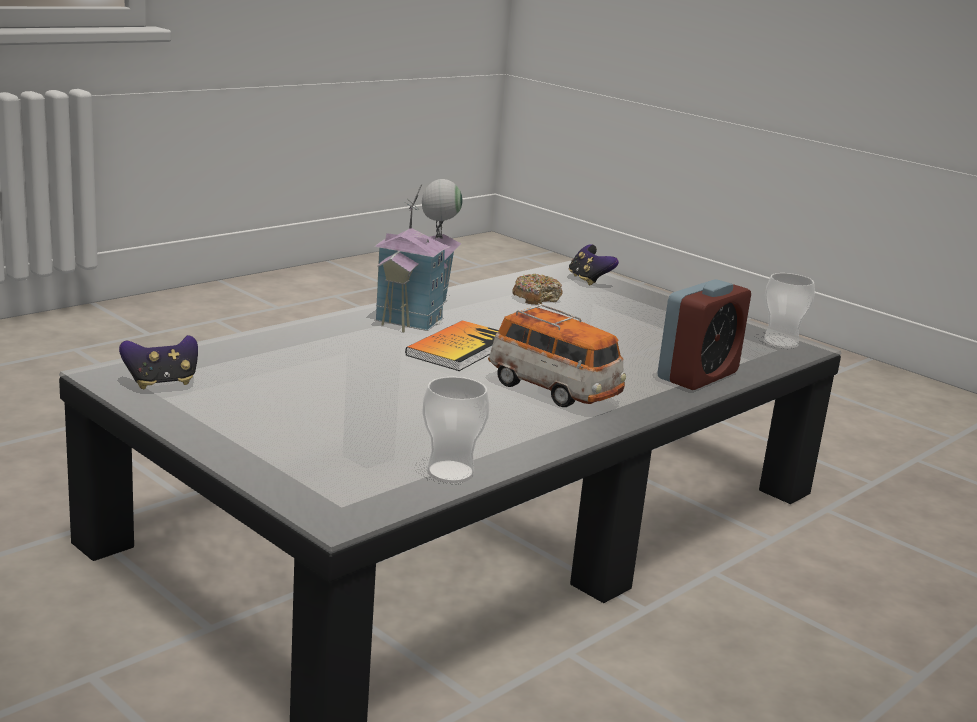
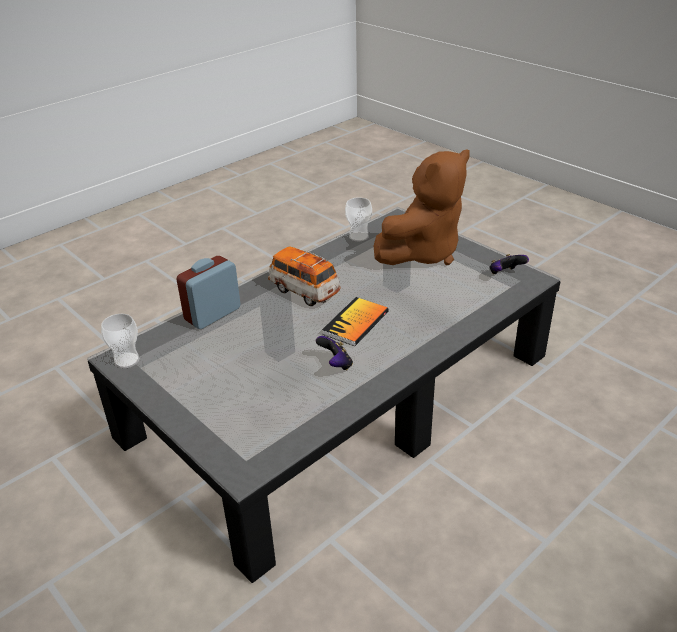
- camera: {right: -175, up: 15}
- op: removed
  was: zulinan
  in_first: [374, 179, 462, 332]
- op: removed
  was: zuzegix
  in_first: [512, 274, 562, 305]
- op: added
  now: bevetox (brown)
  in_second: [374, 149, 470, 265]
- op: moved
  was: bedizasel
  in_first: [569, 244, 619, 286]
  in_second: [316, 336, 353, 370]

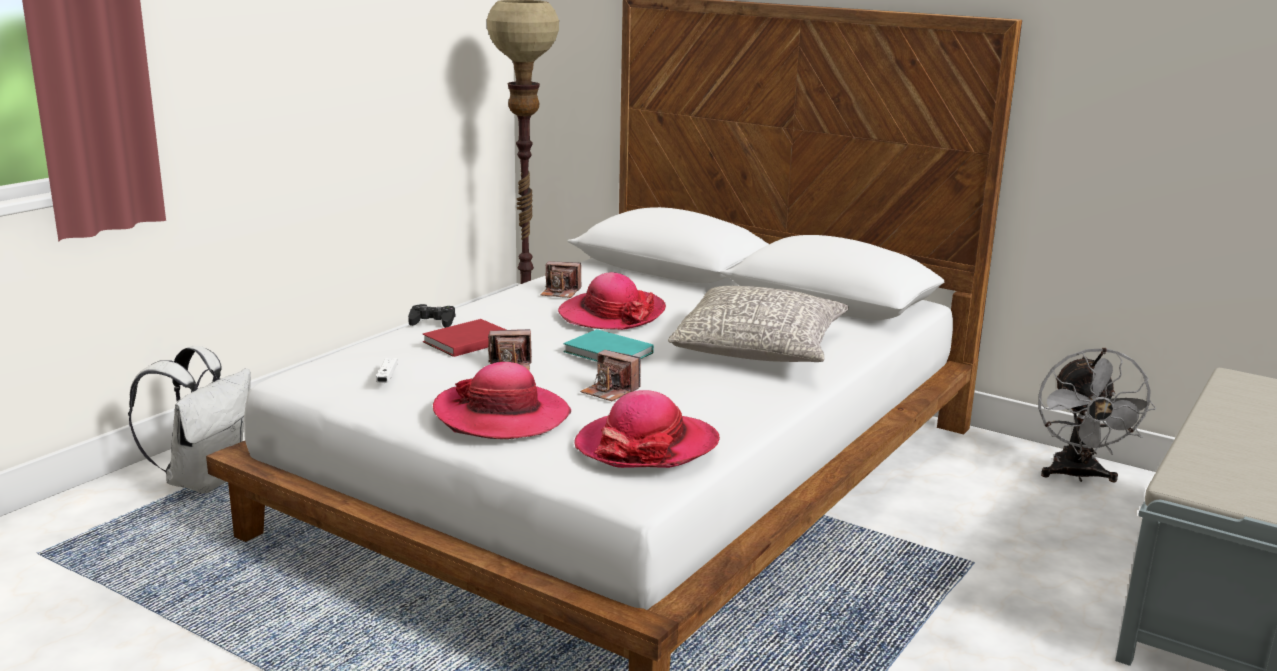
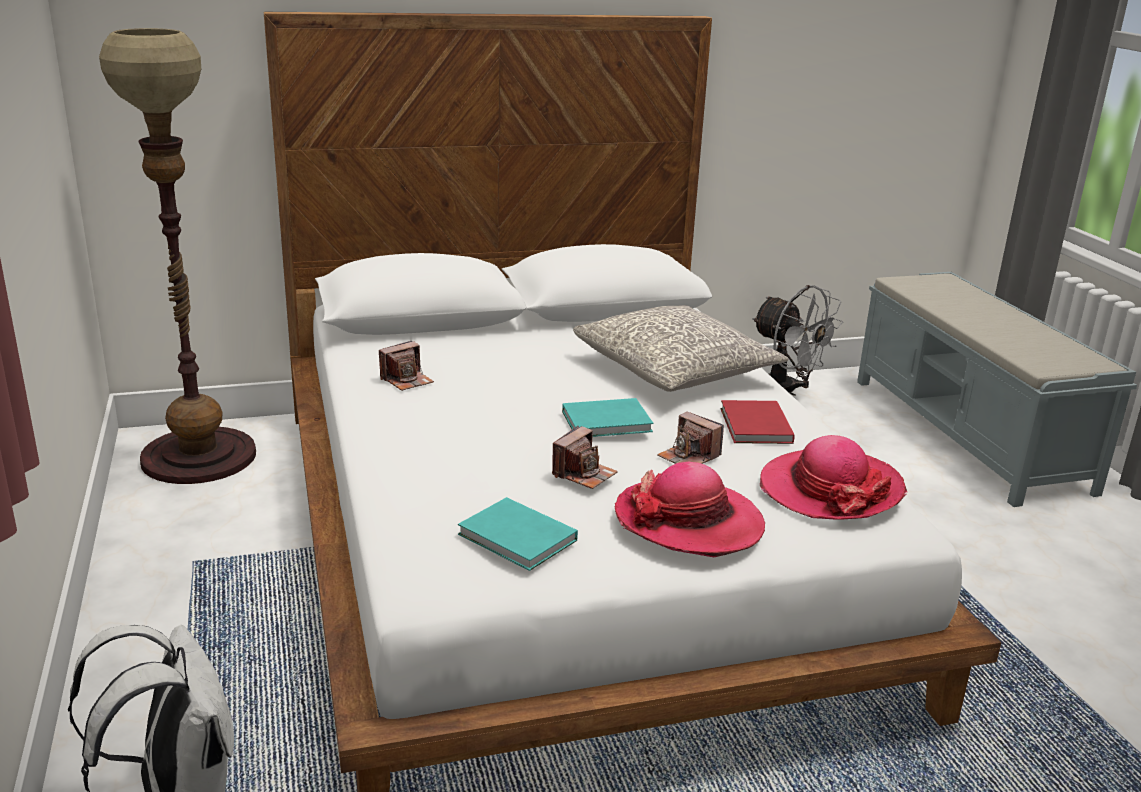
- camera: {right: -50, up: 5}
- op: removed
  was: bedizasel (black)
  in_first: [408, 304, 455, 328]
- op: removed
  was: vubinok
  in_first: [558, 272, 666, 330]
- op: moved
  was: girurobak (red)
  in_first: [423, 319, 506, 357]
  in_second: [720, 400, 795, 444]
- op: replaced
  was: bedizasel (white)
  now: girurobak (turquoise)
  in_first: [376, 358, 397, 383]
  in_second: [458, 497, 578, 571]
- op: turned
  was: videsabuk
  in_first: [580, 350, 641, 401]
  in_second: [657, 412, 724, 464]
  clockwise: 60

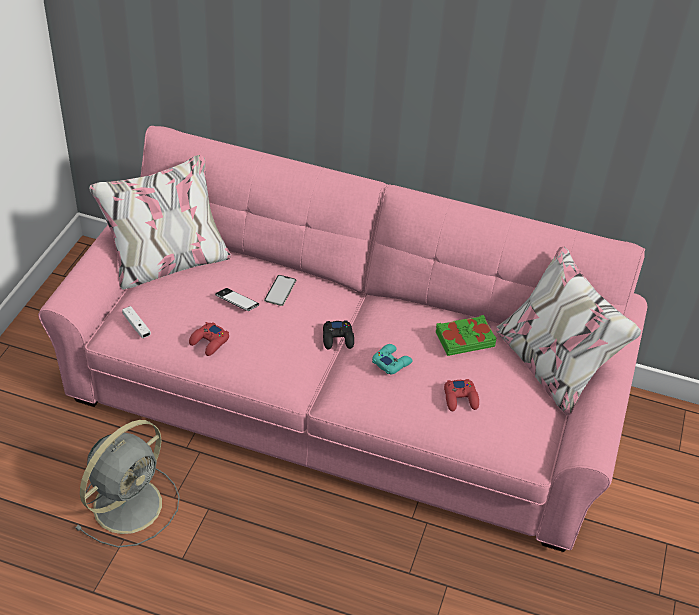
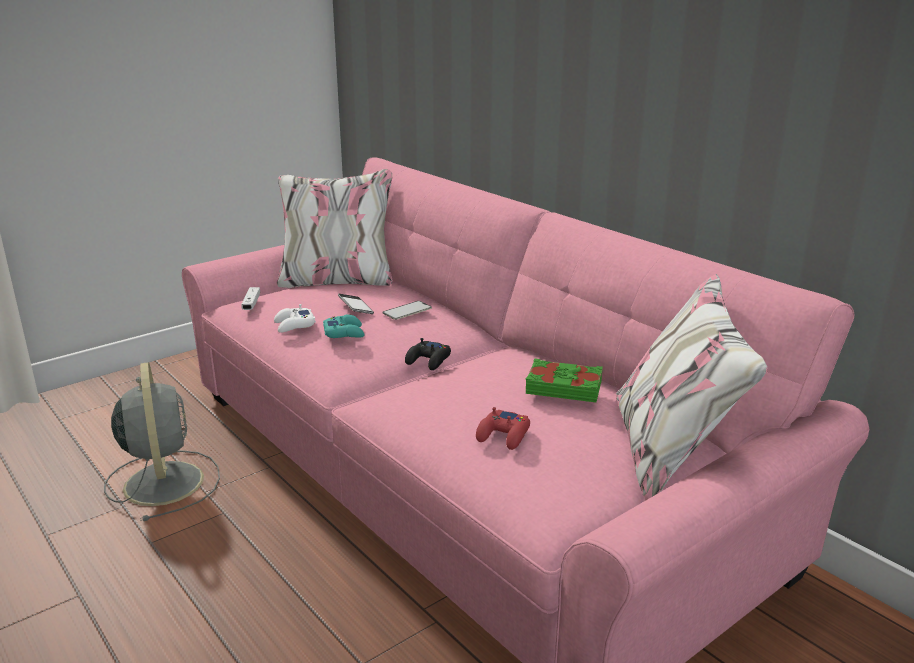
- camera: {right: 35, up: -20}
- op: moved
  was: bedizasel (turquoise)
  in_first: [372, 344, 412, 375]
  in_second: [323, 315, 364, 338]
- op: recoloured
  was: bedizasel (red)
  now: bedizasel (white)
  in_first: [189, 322, 229, 356]
  in_second: [274, 304, 316, 333]
- op: turned
  was: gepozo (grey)
  in_first: [75, 420, 180, 548]
  in_second: [104, 362, 220, 521]
  clockwise: -90

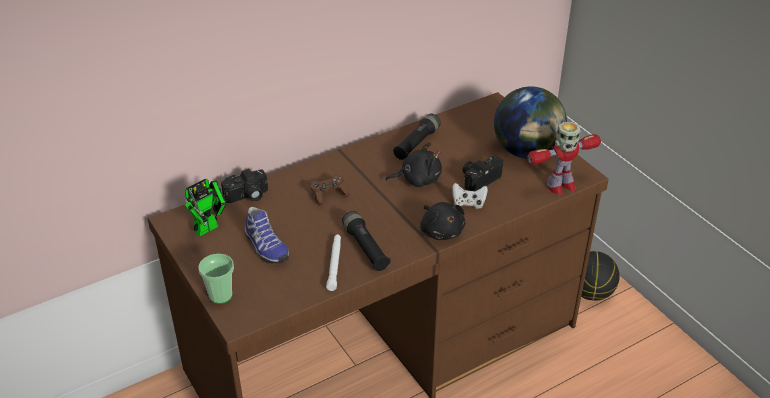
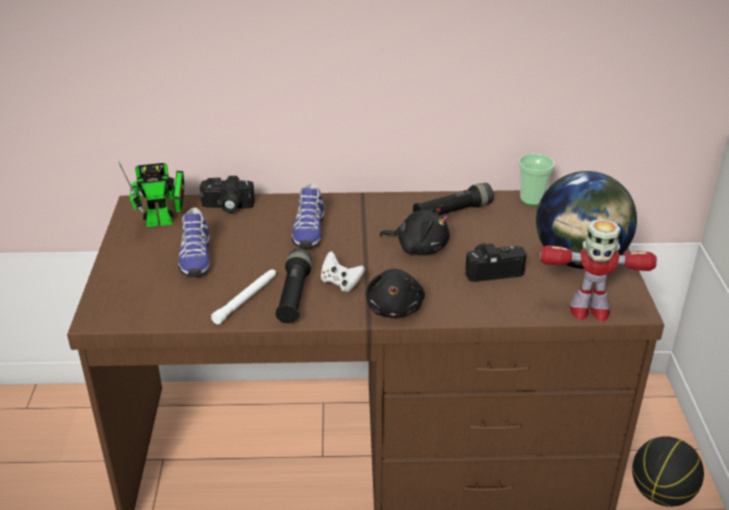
- camera: {right: 30, up: -5}
- op: moved
  was: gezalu
  in_first: [198, 254, 234, 304]
  in_second: [518, 154, 555, 206]
- op: moved
  was: bedizasel (white)
  in_first: [452, 183, 488, 209]
  in_second: [321, 251, 365, 292]
- op: replaced
  was: bedizasel (brown)
  now: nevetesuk
  in_first: [310, 174, 350, 206]
  in_second: [292, 183, 324, 249]

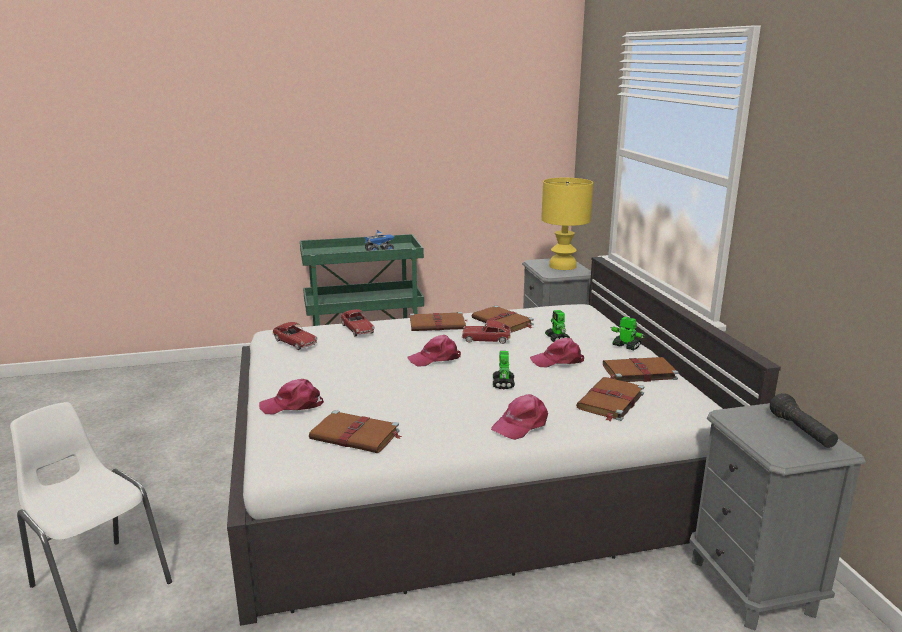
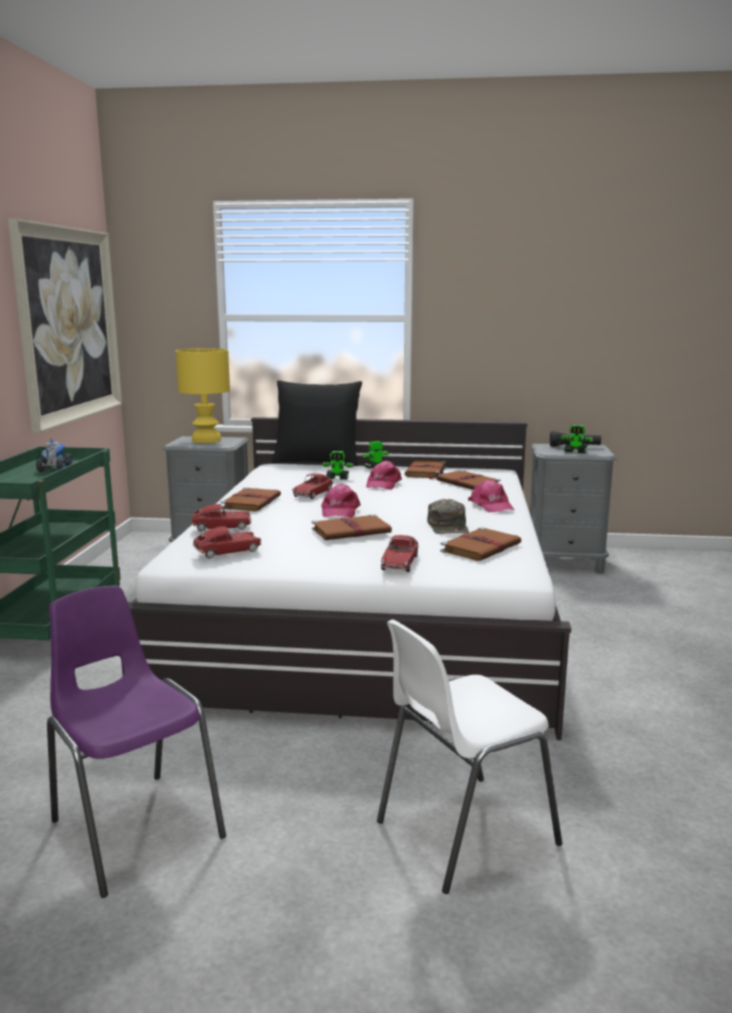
- camera: {right: -70, up: -5}
- op: added
  now: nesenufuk
  in_second: [8, 219, 122, 433]
- op: added
  now: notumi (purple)
  in_second: [47, 585, 226, 898]
- op: added
  now: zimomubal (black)
  in_second: [272, 380, 362, 466]
- op: added
  now: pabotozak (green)
  in_second: [427, 499, 469, 534]
- op: moved
  was: girurobak (brown)
  in_first: [472, 305, 534, 332]
  in_second: [312, 514, 392, 540]
- op: moved
  was: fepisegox
  in_first: [493, 351, 515, 389]
  in_second: [560, 425, 594, 453]
- op: replaced
  was: pabotozak (pink)
  now: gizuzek
  in_first: [259, 379, 324, 415]
  in_second: [381, 535, 419, 572]

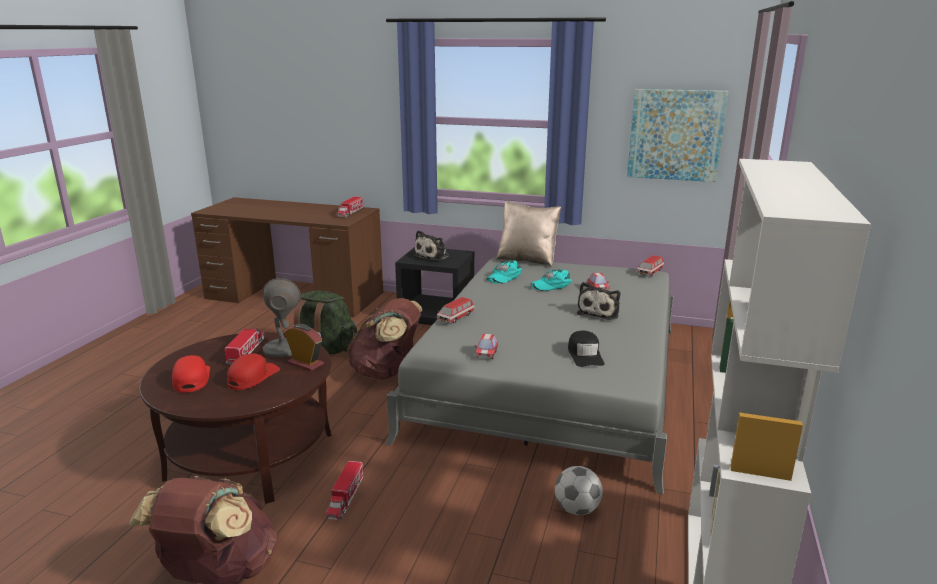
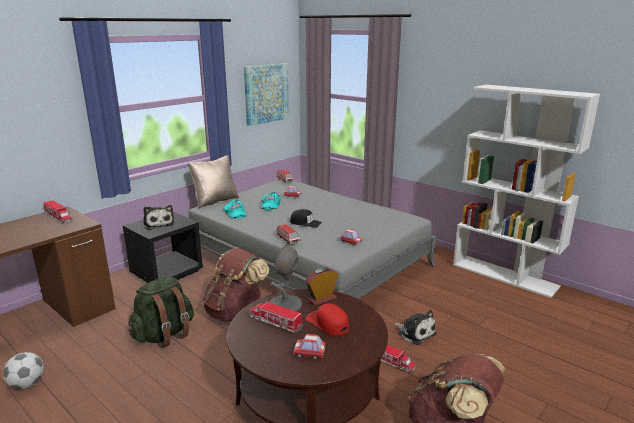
- camera: {right: -65, up: 0}
- op: moved
  was: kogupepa
  in_first: [555, 466, 603, 515]
  in_second: [3, 352, 44, 389]
- op: moved
  was: pabotozak (black)
  in_first: [568, 330, 605, 367]
  in_second: [290, 209, 322, 228]
- op: moved
  was: bevetox
  in_first: [577, 282, 620, 320]
  in_second: [394, 310, 436, 345]
- op: replaced
  was: pabotozak (red)
  now: gizuzek
  in_first: [172, 355, 210, 393]
  in_second: [293, 334, 326, 360]

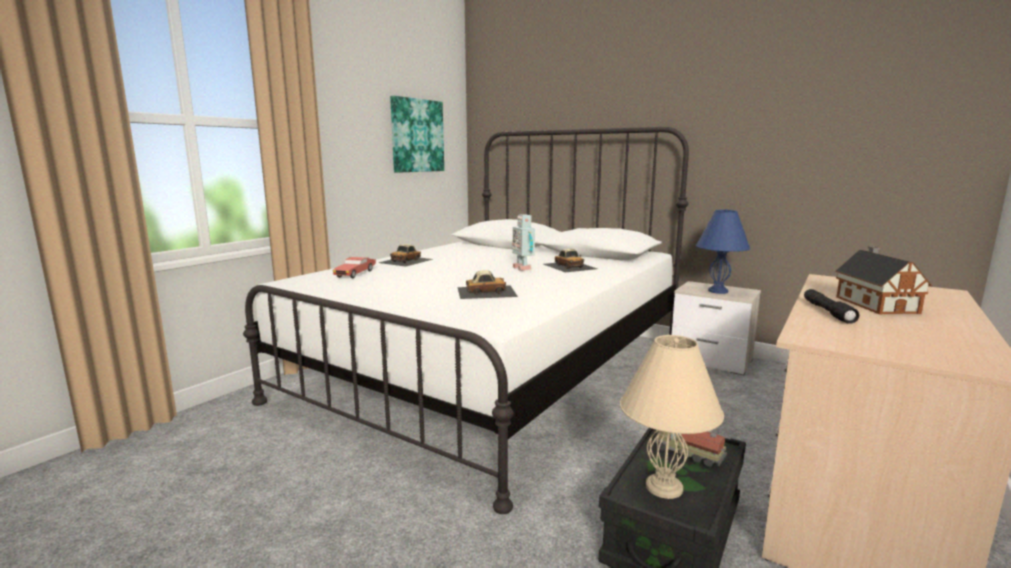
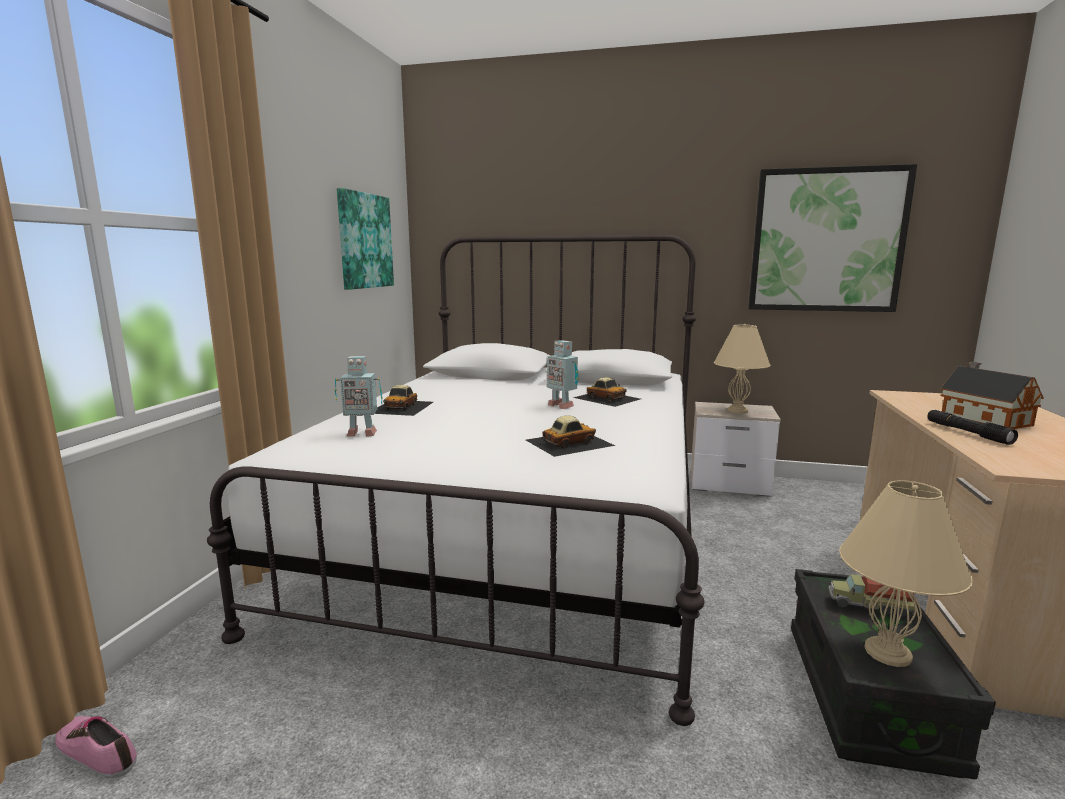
- camera: {right: -20, up: 0}
- op: added
  now: nevetesuk
  in_second: [55, 716, 137, 779]
- op: added
  now: nesenufuk
  in_second: [748, 164, 917, 312]
- op: replaced
  was: gizuzek (red)
  now: fepisegox
  in_first: [333, 257, 376, 278]
  in_second: [335, 356, 382, 437]
- op: recoloured
  was: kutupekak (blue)
  now: kutupekak (beige)
  in_first: [696, 209, 750, 294]
  in_second: [714, 324, 771, 414]

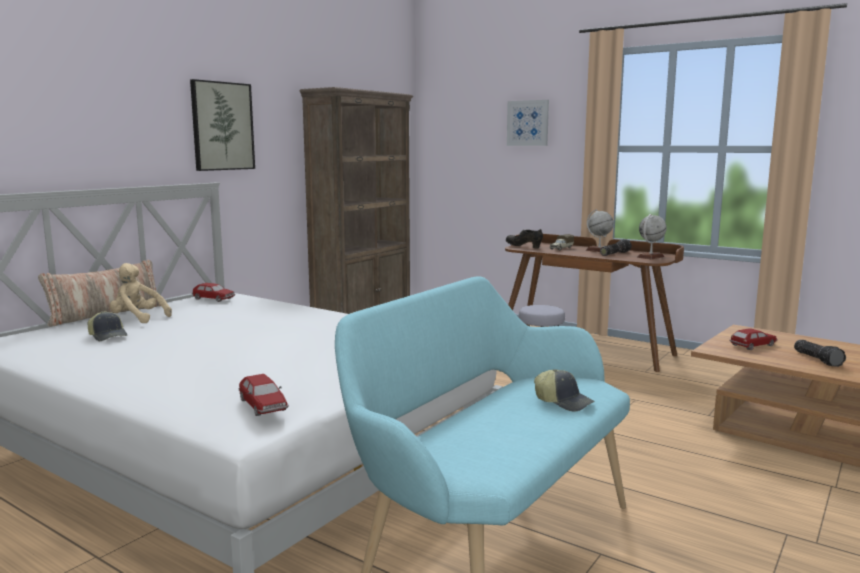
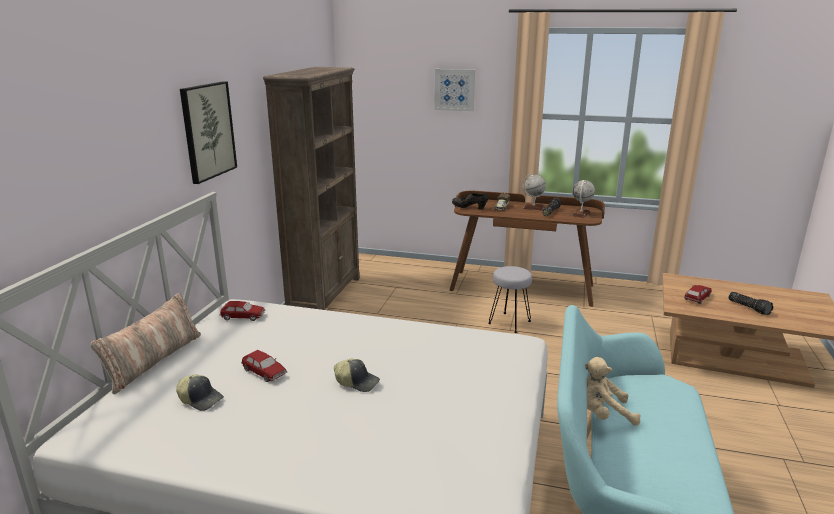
- camera: {right: -20, up: 10}
- op: moved
  was: bevetox (beige)
  in_first: [110, 263, 172, 323]
  in_second: [585, 357, 641, 426]
- op: moved
  was: gizuzek
  in_first: [238, 374, 289, 416]
  in_second: [241, 350, 288, 382]
- op: moved
  was: pabotozak
  in_first: [534, 369, 595, 412]
  in_second: [334, 359, 380, 392]

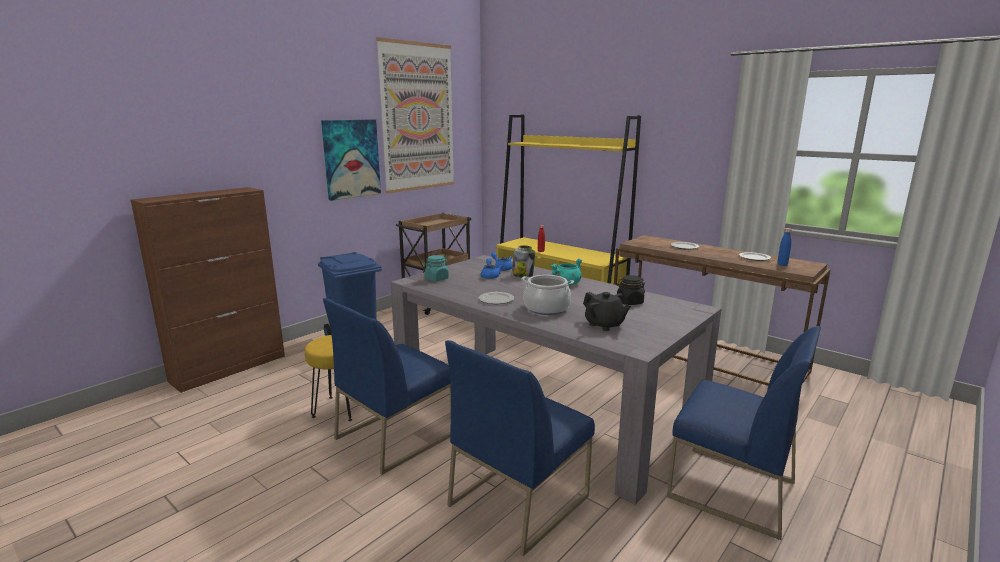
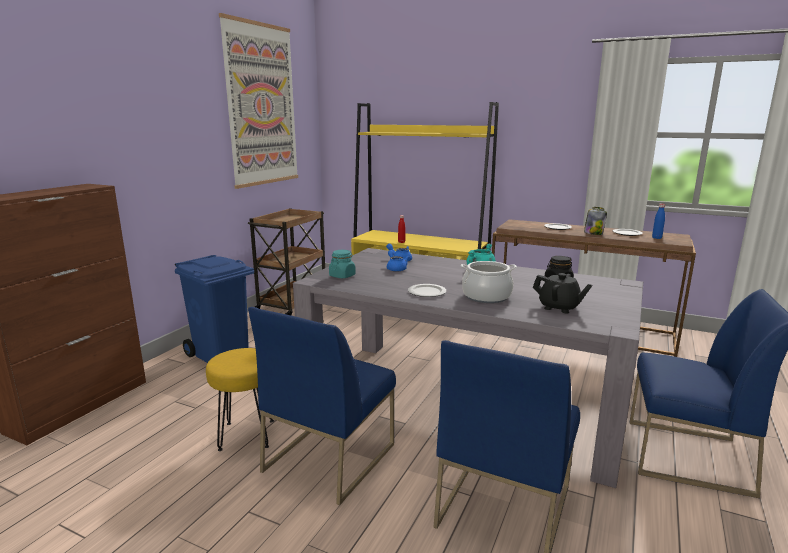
- camera: {right: -15, up: 0}
- op: removed
  was: nesenufuk
  in_first: [321, 119, 381, 201]
- op: moved
  was: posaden
  in_first: [512, 245, 535, 277]
  in_second: [584, 207, 607, 235]

